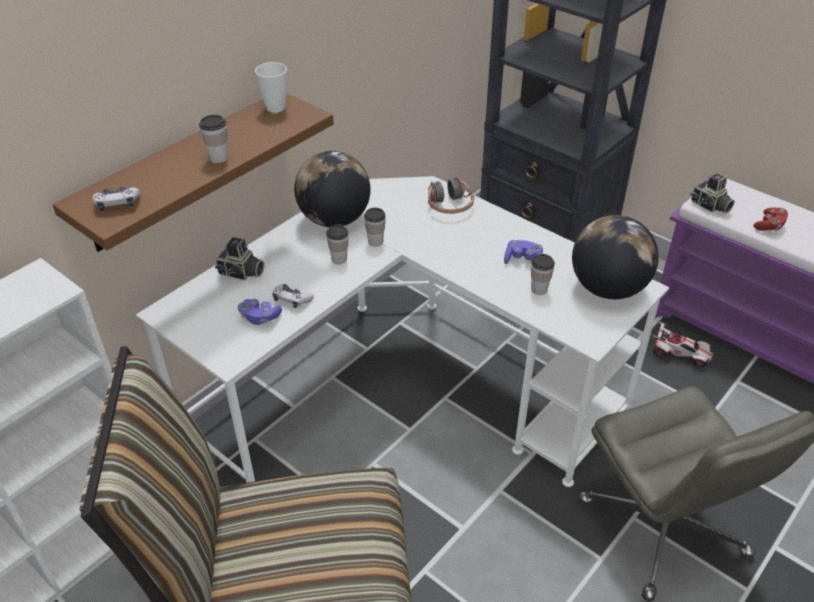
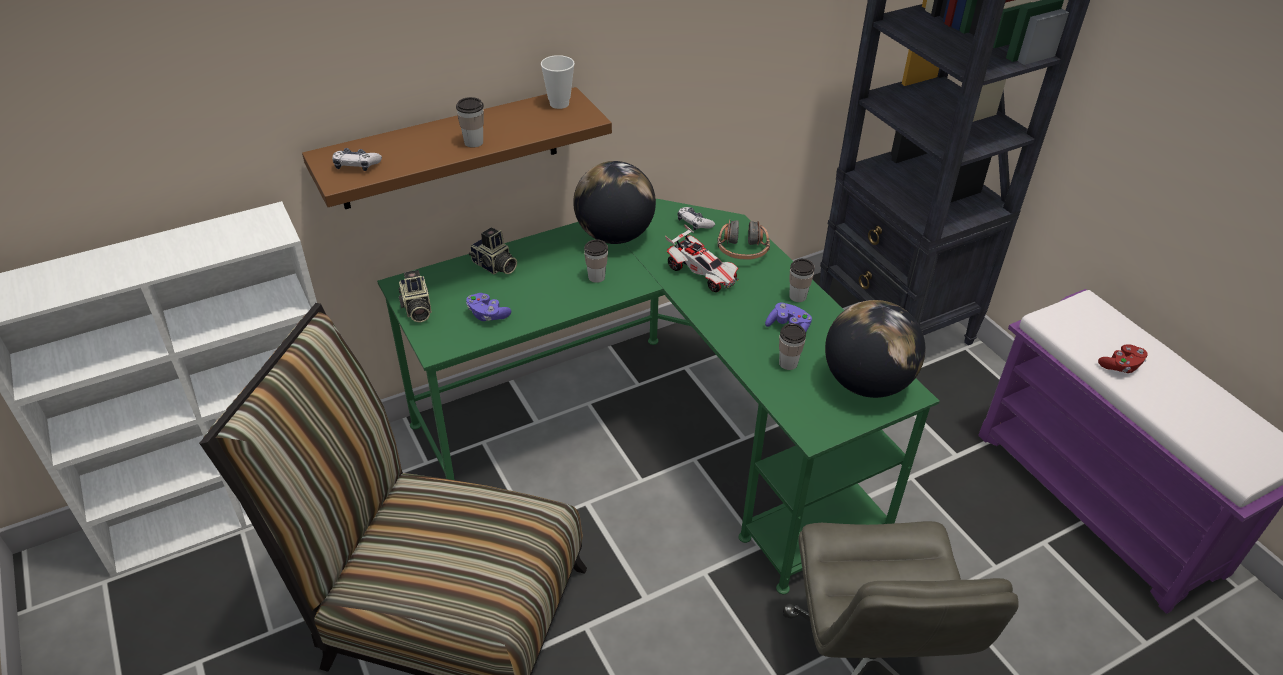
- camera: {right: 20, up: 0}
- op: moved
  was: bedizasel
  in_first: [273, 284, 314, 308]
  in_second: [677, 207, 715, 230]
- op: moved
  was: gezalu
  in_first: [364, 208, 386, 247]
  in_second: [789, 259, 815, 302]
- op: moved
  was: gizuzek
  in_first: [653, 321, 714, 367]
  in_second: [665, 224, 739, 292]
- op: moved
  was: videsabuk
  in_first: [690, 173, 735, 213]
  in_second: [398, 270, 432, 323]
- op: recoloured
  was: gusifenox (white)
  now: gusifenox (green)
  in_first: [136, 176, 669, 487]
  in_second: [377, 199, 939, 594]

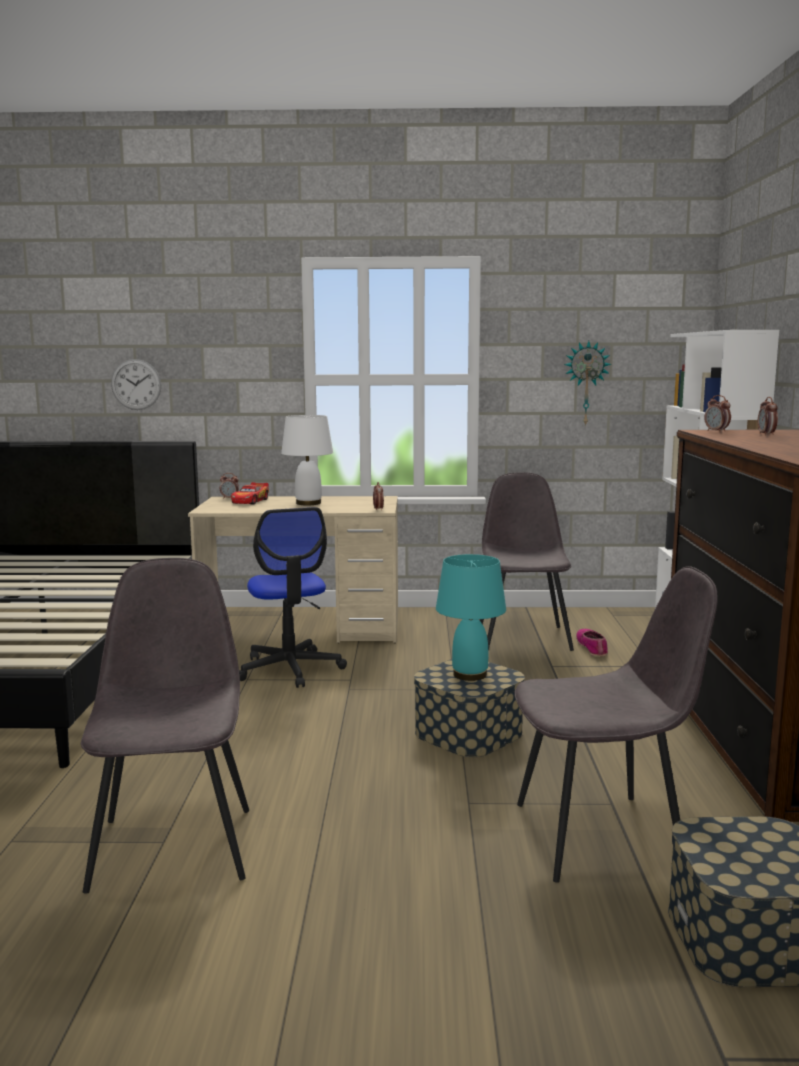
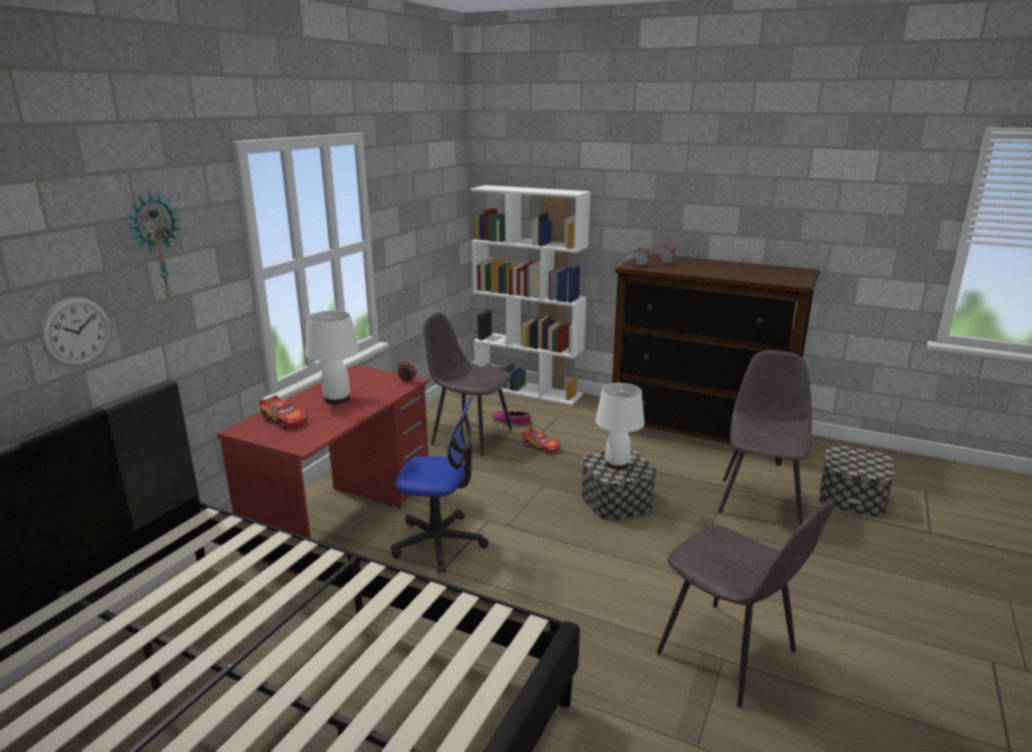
- camera: {right: -65, up: 10}
- op: removed
  was: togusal
  in_first: [220, 473, 239, 499]
- op: added
  now: gizuzek
  in_second: [522, 428, 560, 454]
- op: moved
  was: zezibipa
  in_first: [564, 341, 611, 426]
  in_second: [128, 191, 180, 300]
- op: recoloured
  was: gusifenox (beige)
  now: gusifenox (red)
  in_first: [188, 496, 398, 643]
  in_second: [217, 365, 430, 581]
- op: recoloured
  was: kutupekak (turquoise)
  now: kutupekak (white)
  in_first: [436, 554, 506, 681]
  in_second: [595, 383, 645, 470]
- op: turned
  was: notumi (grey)
  in_first: [81, 558, 249, 894]
  in_second: [657, 499, 835, 707]
  clockwise: -150

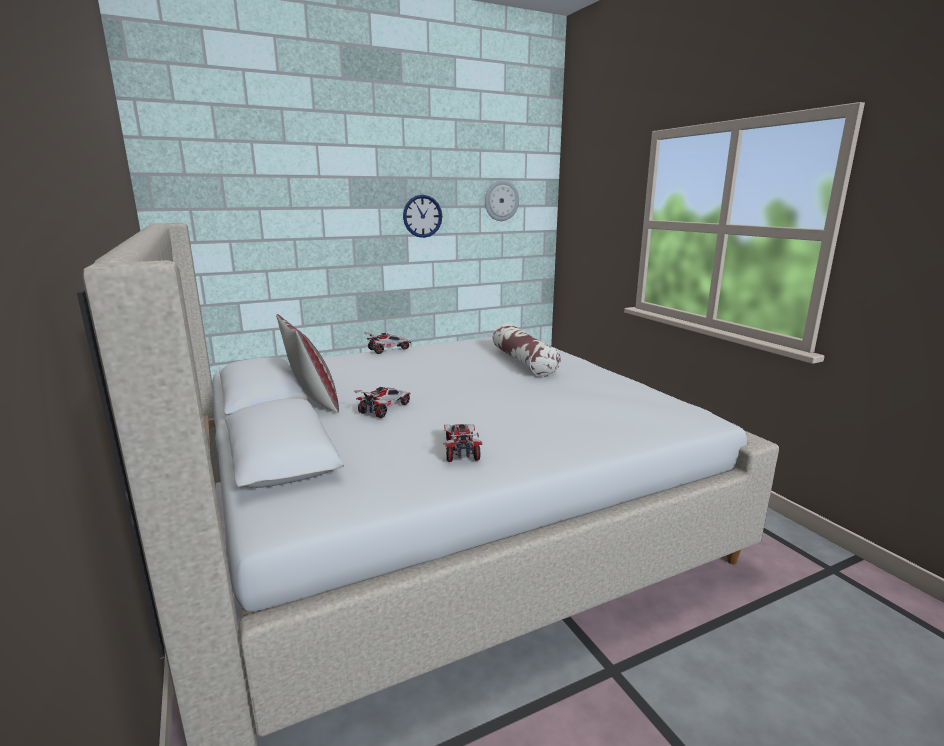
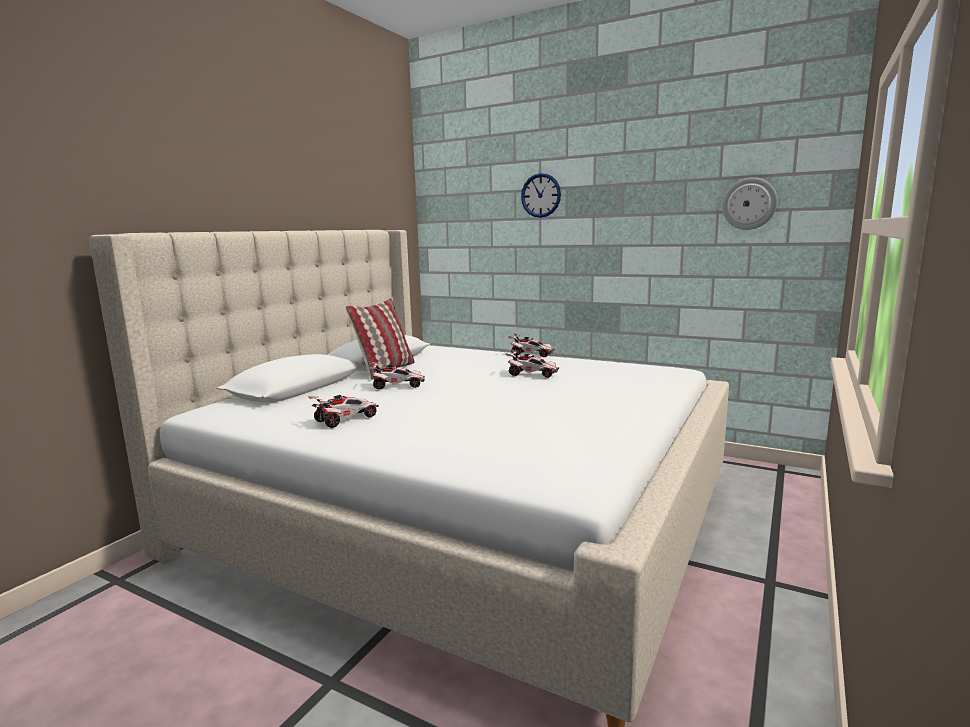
- camera: {right: 55, up: -5}
- op: removed
  was: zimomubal
  in_first: [493, 323, 561, 377]
- op: added
  now: gizuzek
  in_second: [505, 350, 559, 378]
- op: moved
  was: zezibipa
  in_first: [403, 195, 442, 238]
  in_second: [521, 173, 561, 218]

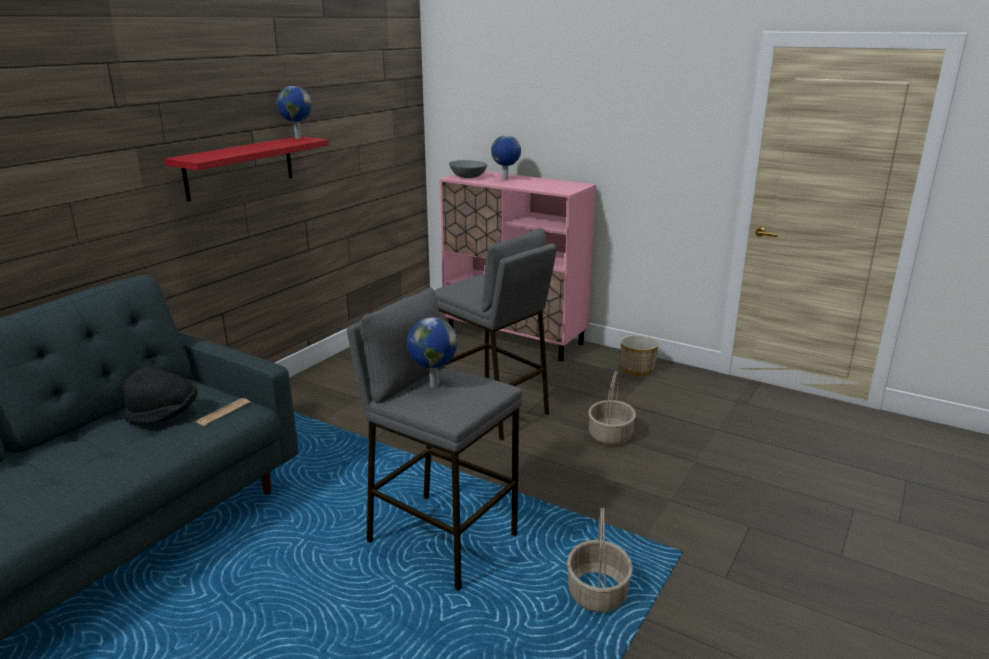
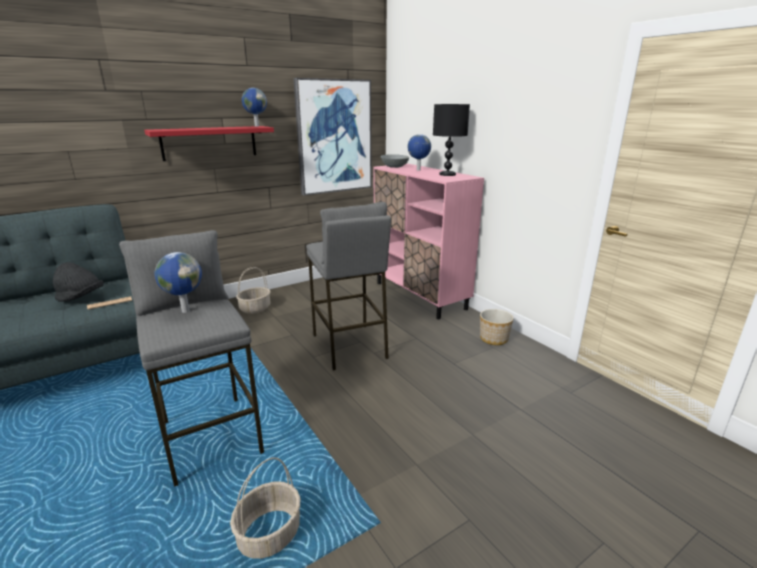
- camera: {right: 25, up: 0}
- op: added
  now: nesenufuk
  in_second: [293, 78, 372, 196]
- op: added
  now: kutupekak (black)
  in_second: [433, 104, 470, 176]
- op: moved
  was: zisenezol
  in_first: [588, 371, 636, 446]
  in_second: [236, 267, 271, 314]

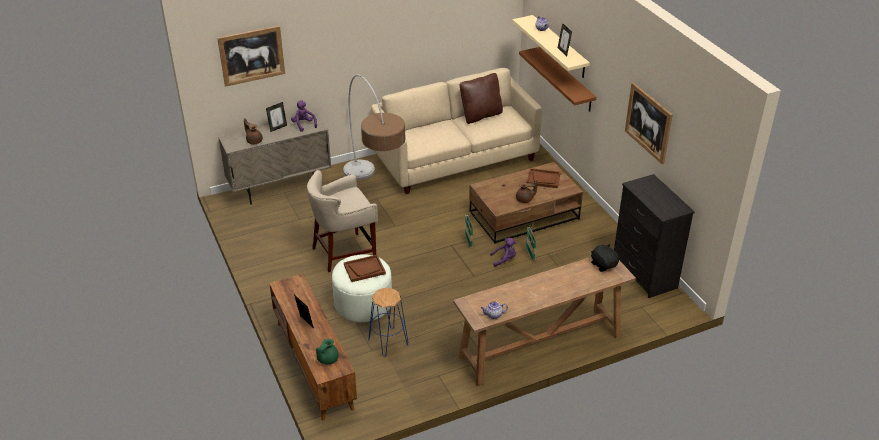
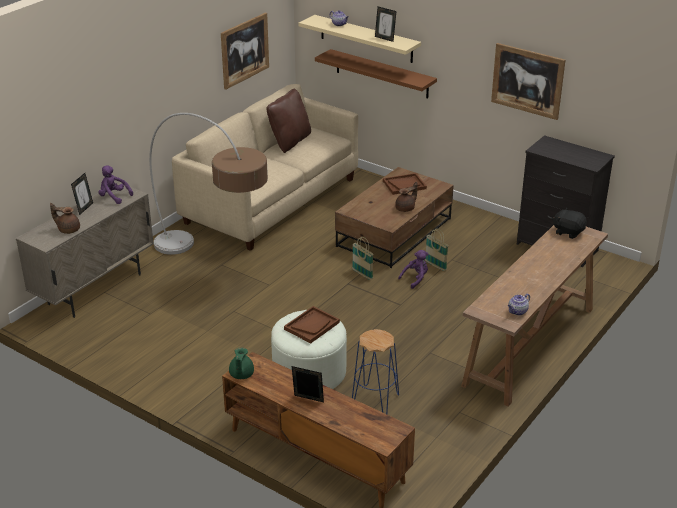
- camera: {right: -30, up: -5}
- op: removed
  was: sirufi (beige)
  in_first: [307, 170, 378, 273]
- op: moved
  was: nesenufuk
  in_first: [217, 26, 285, 87]
  in_second: [221, 13, 269, 90]
- op: moved
  was: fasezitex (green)
  in_first: [316, 338, 339, 365]
  in_second: [229, 347, 254, 379]

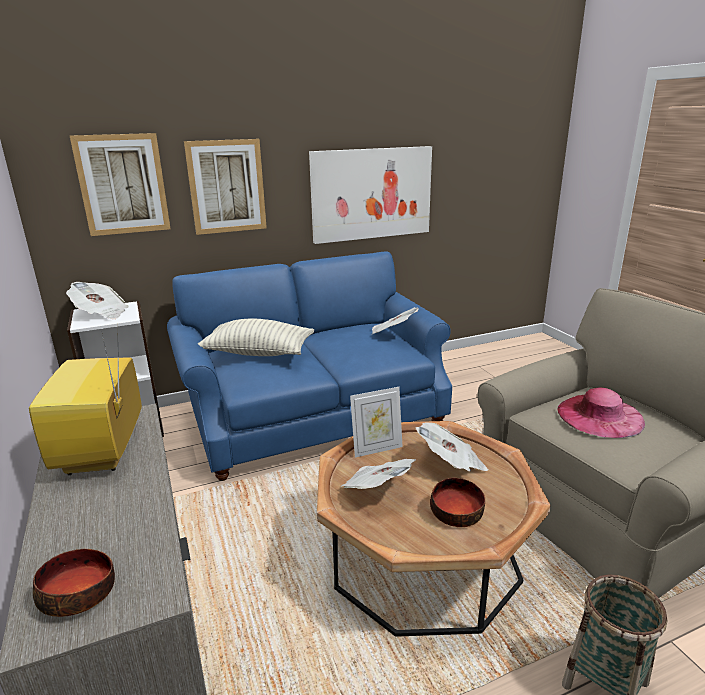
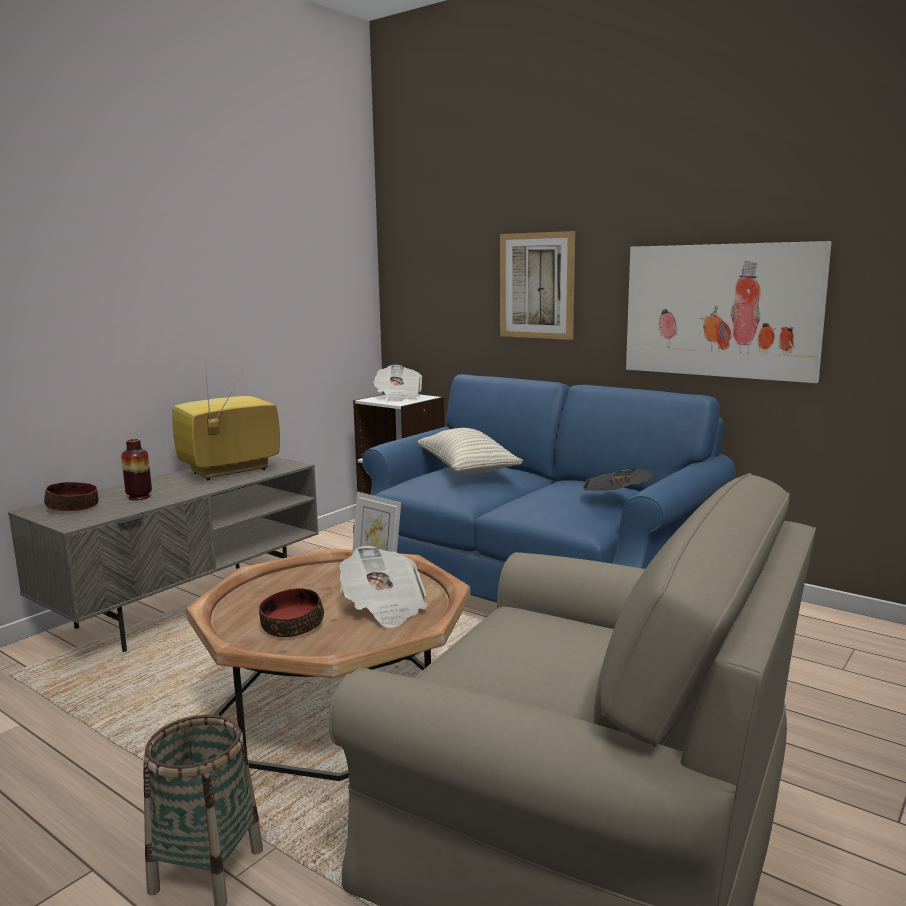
- camera: {right: 60, up: -10}
- op: removed
  was: nesenufuk
  in_first: [70, 133, 171, 236]
- op: removed
  was: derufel
  in_first: [340, 459, 416, 489]
- op: removed
  was: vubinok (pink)
  in_first: [557, 388, 645, 438]
- op: added
  now: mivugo
  in_second: [121, 439, 152, 500]

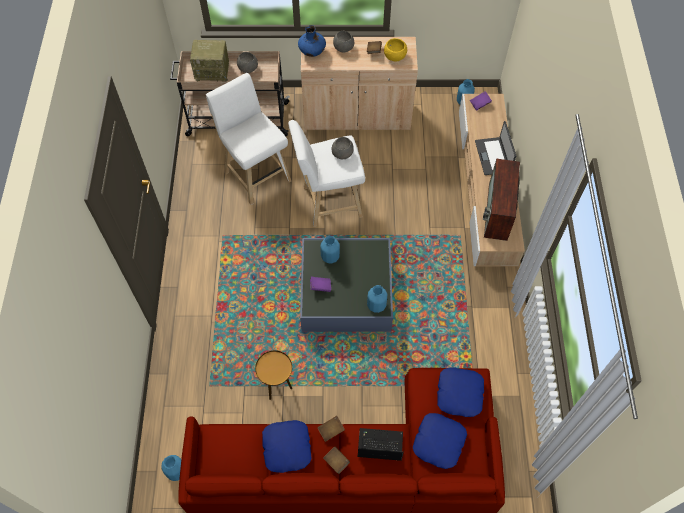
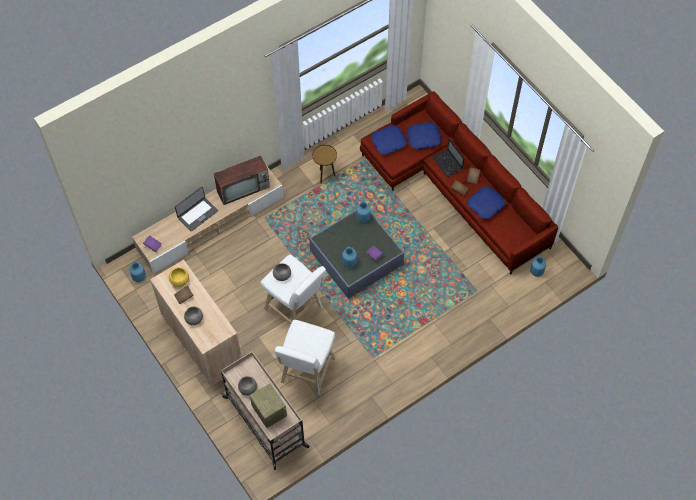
- camera: {right: -125, up: 0}
- op: removed
  was: mivugo (blue)
  in_first: [298, 25, 326, 57]
- op: moved
  was: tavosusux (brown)
  in_first: [255, 350, 292, 400]
  in_second: [312, 145, 337, 184]

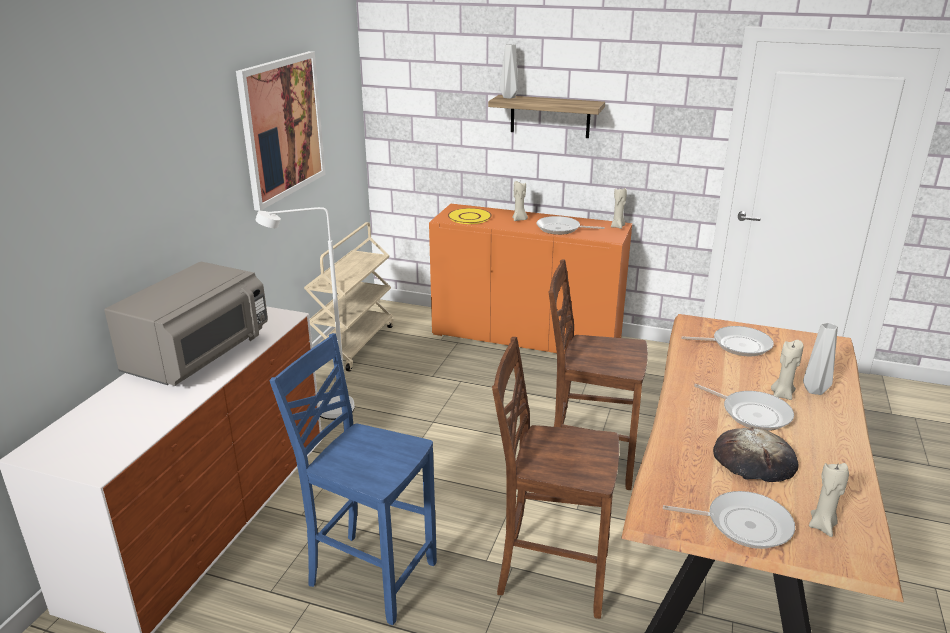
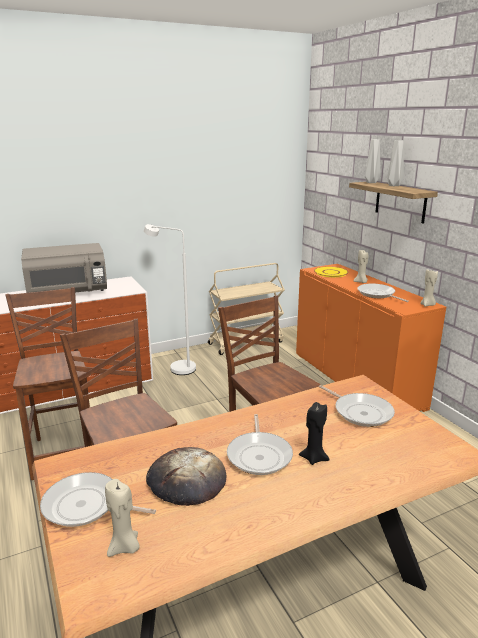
- camera: {right: 45, up: -5}
- op: removed
  was: nesenufuk
  in_first: [236, 51, 326, 211]
- op: moved
  was: mivugo (grey)
  in_first: [803, 323, 838, 395]
  in_second: [387, 140, 404, 186]
- op: recoloured
  was: notumi (blue)
  now: notumi (brown)
  in_first: [270, 333, 437, 625]
  in_second: [5, 287, 93, 480]
- op: recoloured
  was: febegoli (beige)
  now: febegoli (black)
  in_first: [771, 340, 803, 400]
  in_second: [299, 402, 330, 465]
- op: turned
  was: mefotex
  in_first: [663, 491, 795, 549]
  in_second: [40, 472, 156, 527]
  clockwise: 135

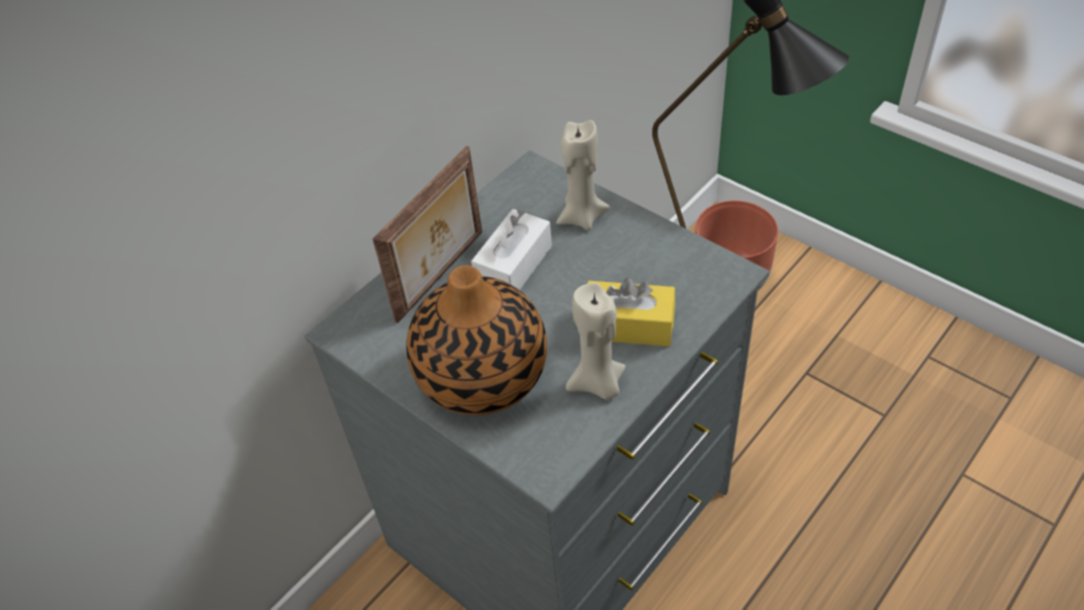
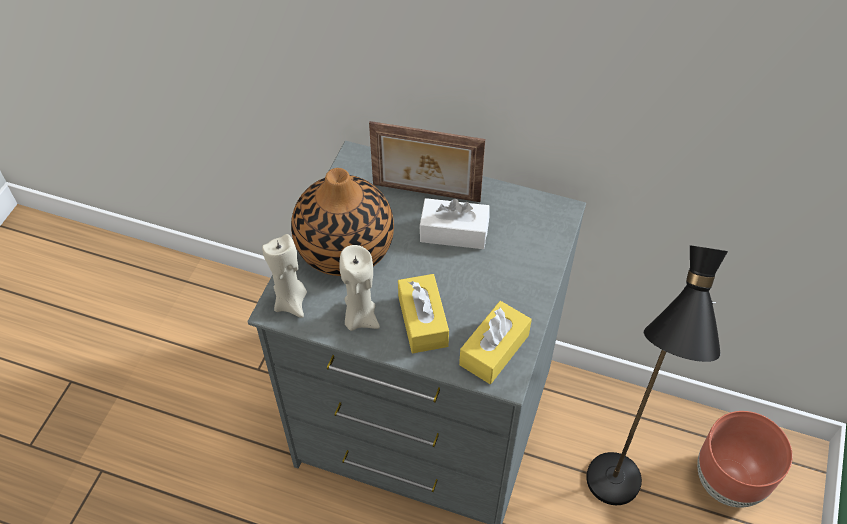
- camera: {right: 65, up: 5}
- op: added
  now: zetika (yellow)
  in_second: [459, 301, 532, 384]
- op: moved
  was: febegoli (beige)
  in_first: [556, 120, 610, 230]
  in_second: [262, 234, 307, 318]

